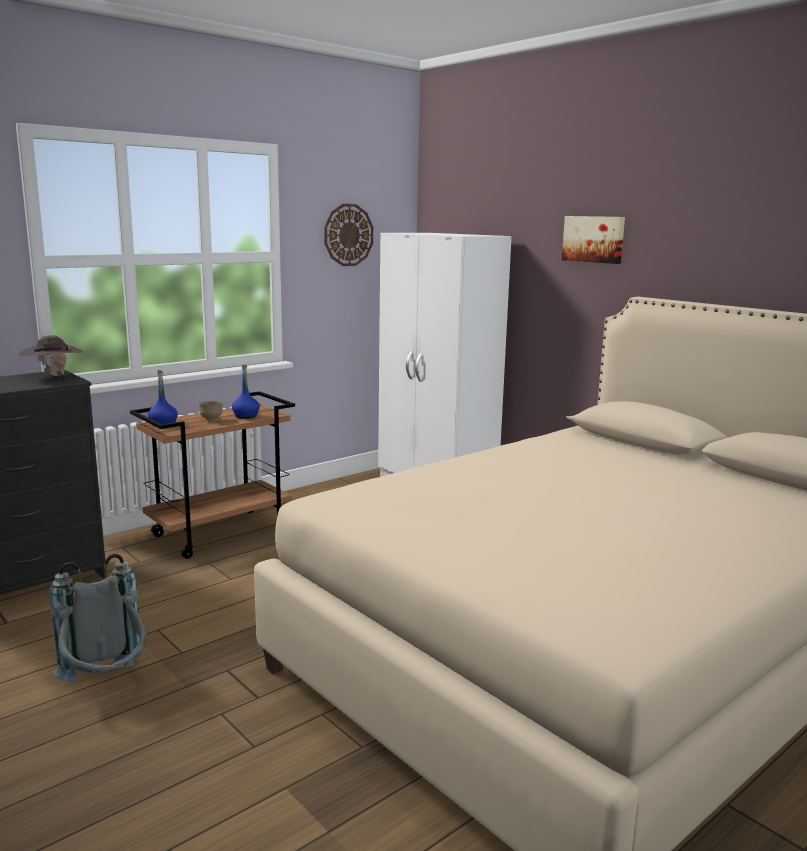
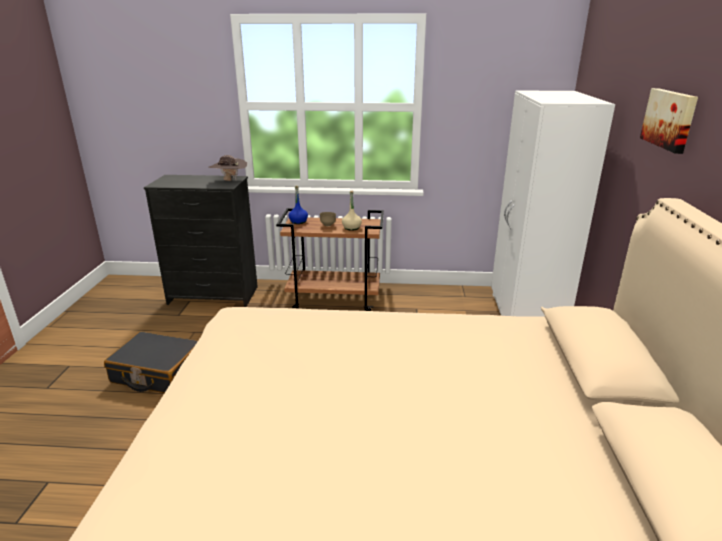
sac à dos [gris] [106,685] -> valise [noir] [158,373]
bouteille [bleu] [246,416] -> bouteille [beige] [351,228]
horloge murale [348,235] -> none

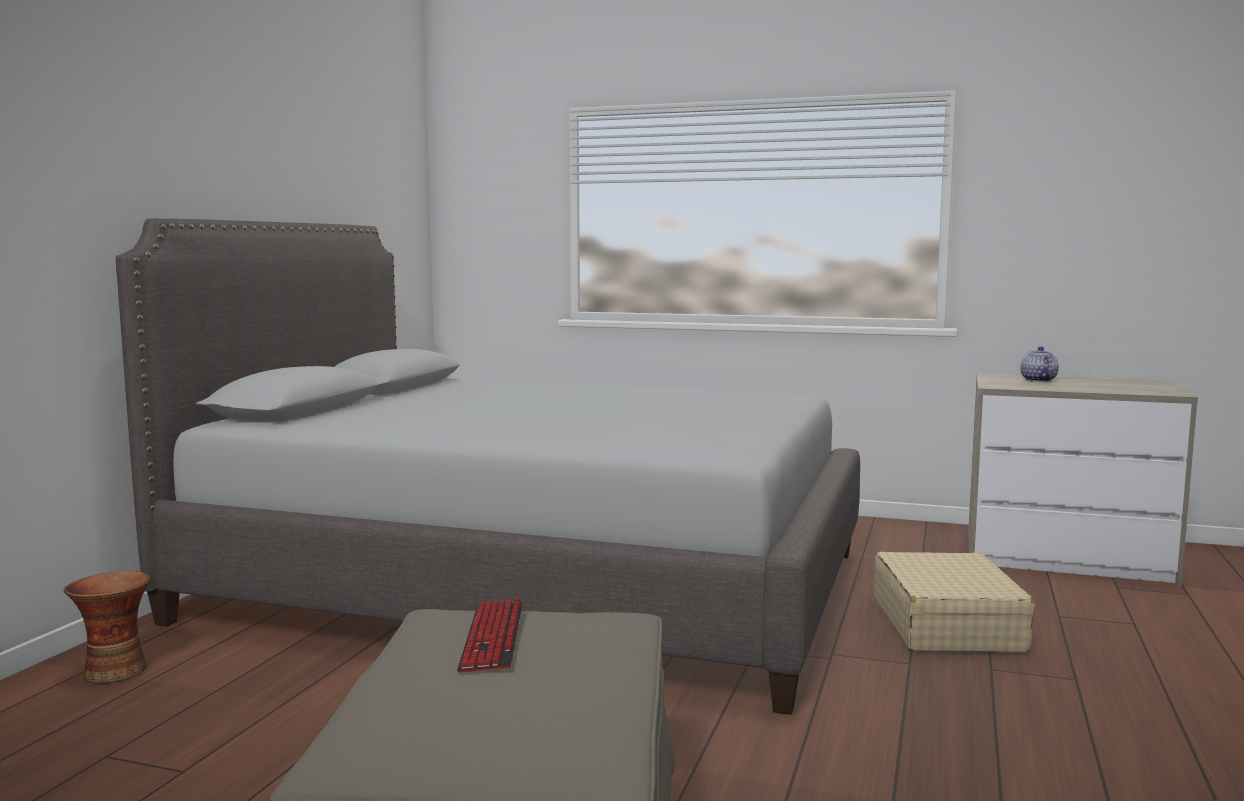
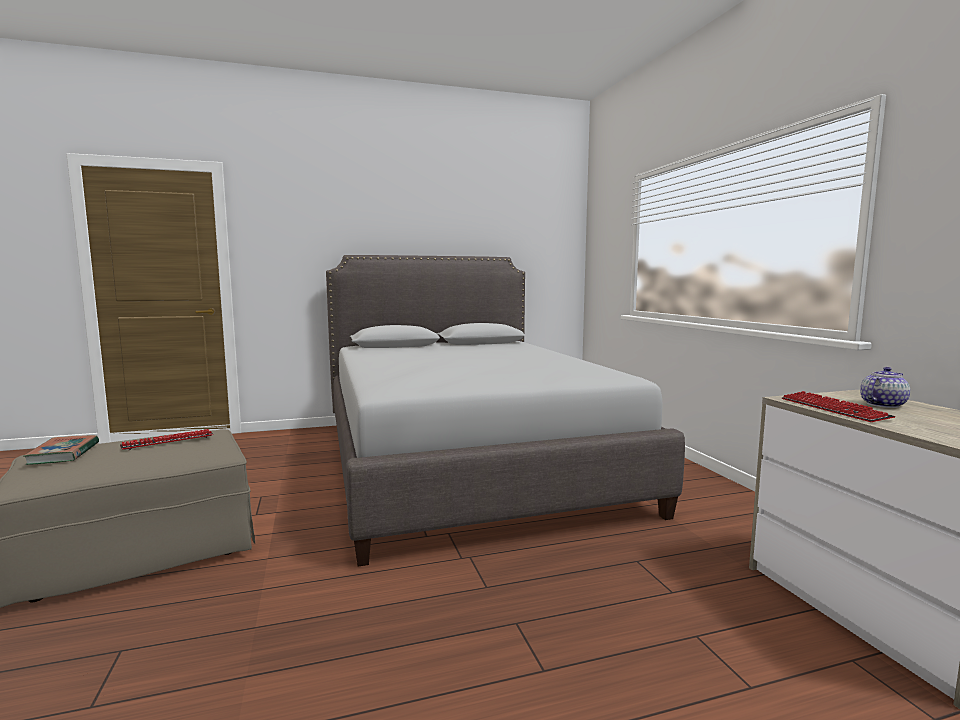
vase [114,671] -> none
valise [beige] [947,625] -> none
none -> livre [64,454]
none -> clavier [833,409]

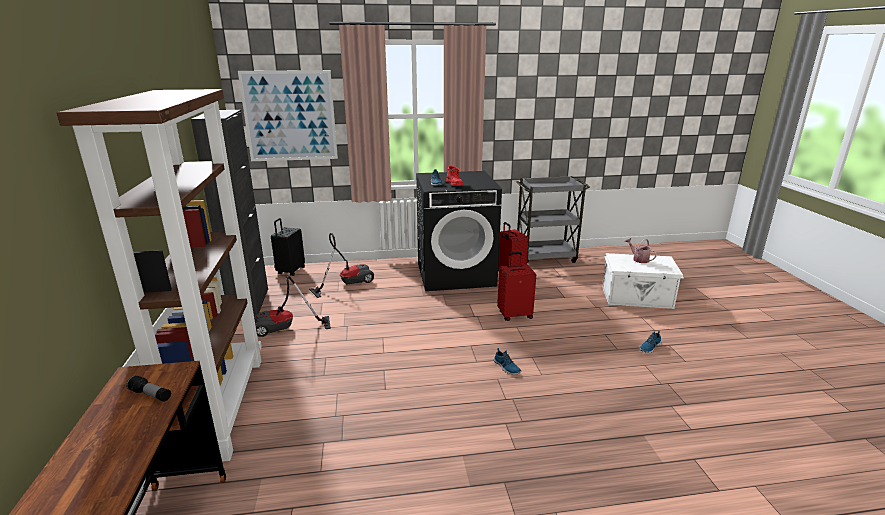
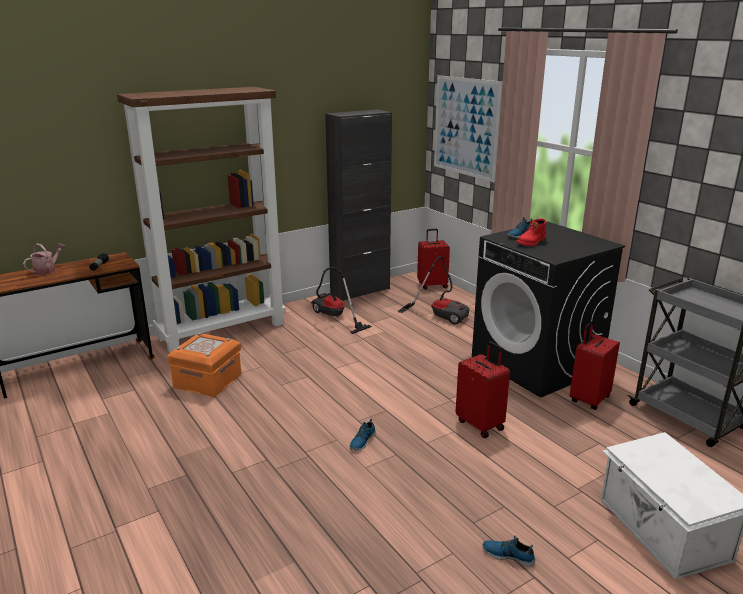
valise [noir] [290,271] -> valise [rouge] [432,285]
arrosoir [638,259] -> arrosoir [47,270], moved
none -> boîte de rangement [orange] [208,381]

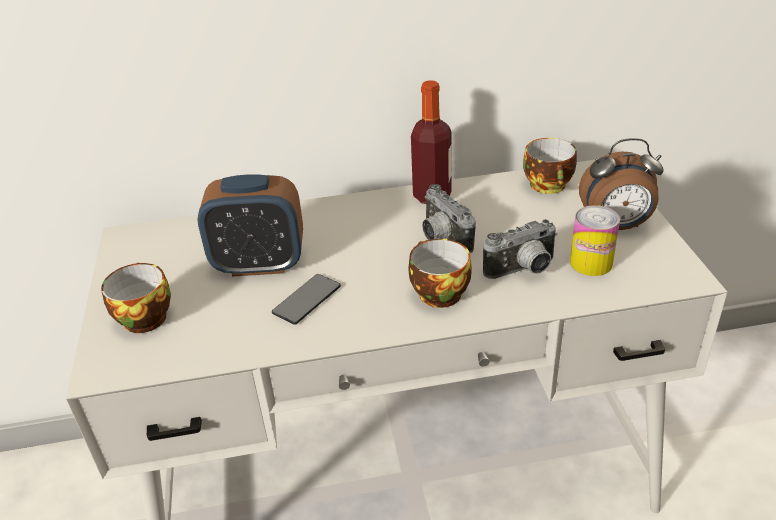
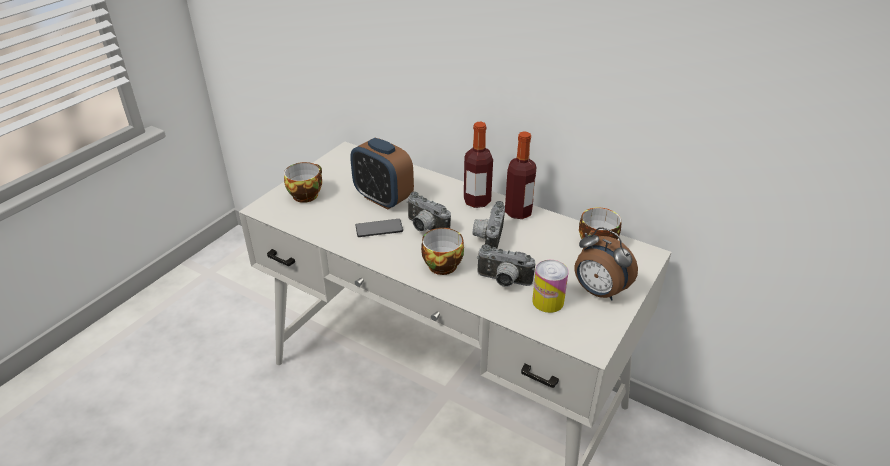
none -> appareil photo [424,228]
none -> bouteille [477,201]

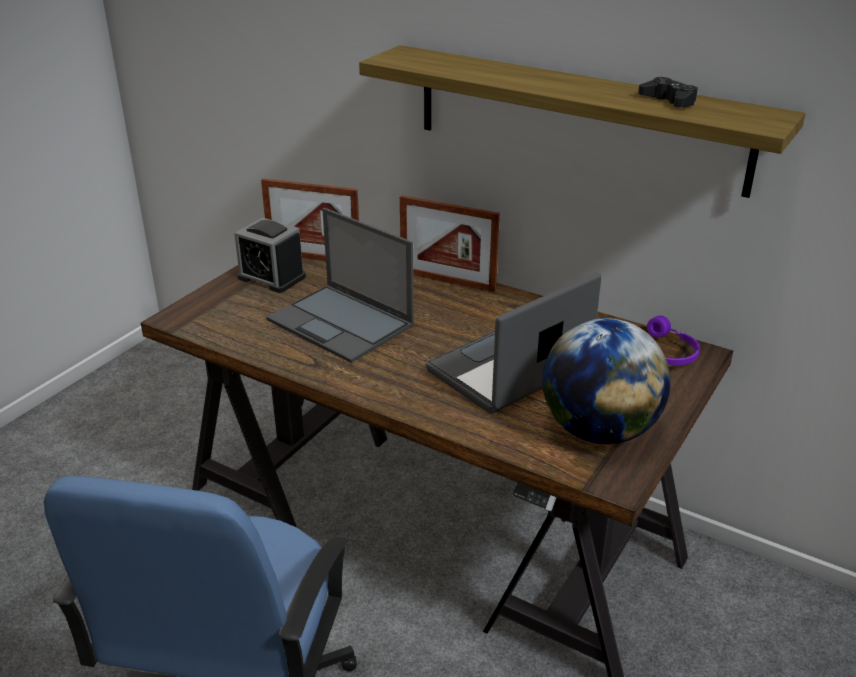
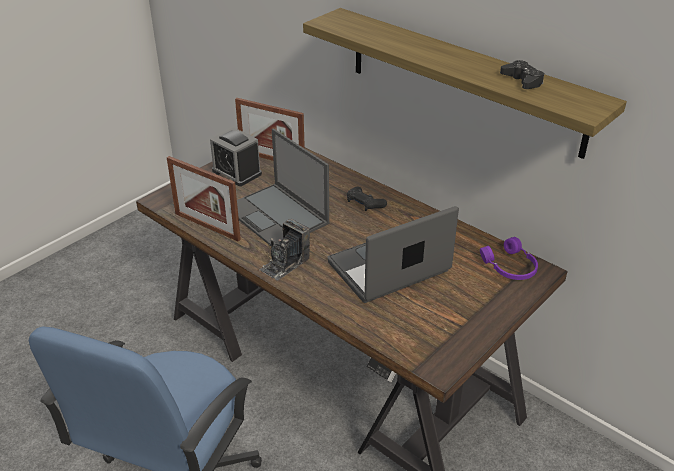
cadre photo [447,281] -> cadre photo [207,226], moved
globe [599,430] -> none
none -> appareil photo [285,264]
none -> manette [noir] [364,204]

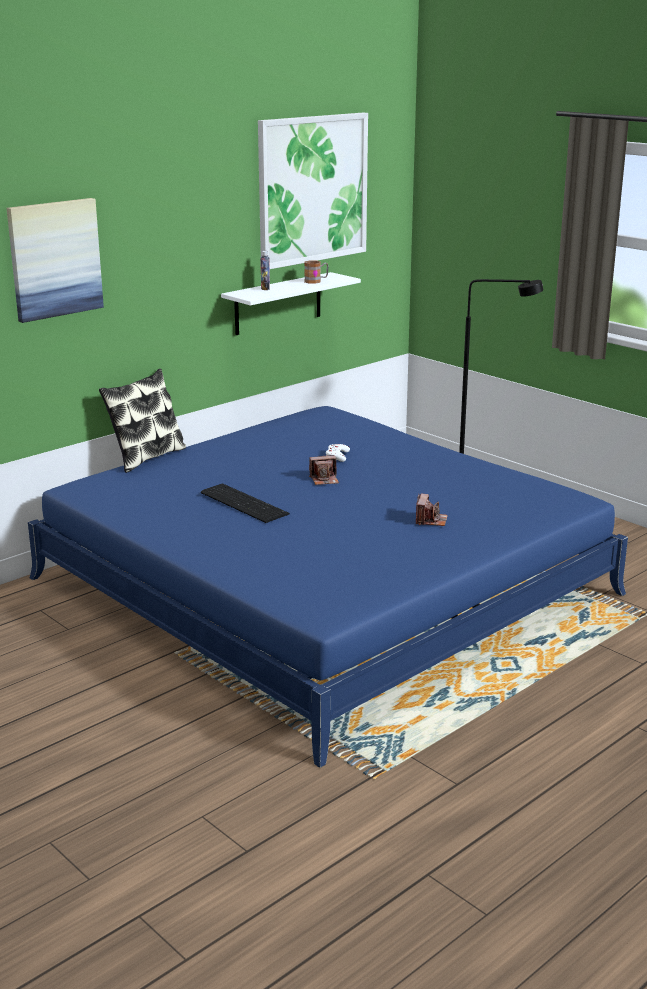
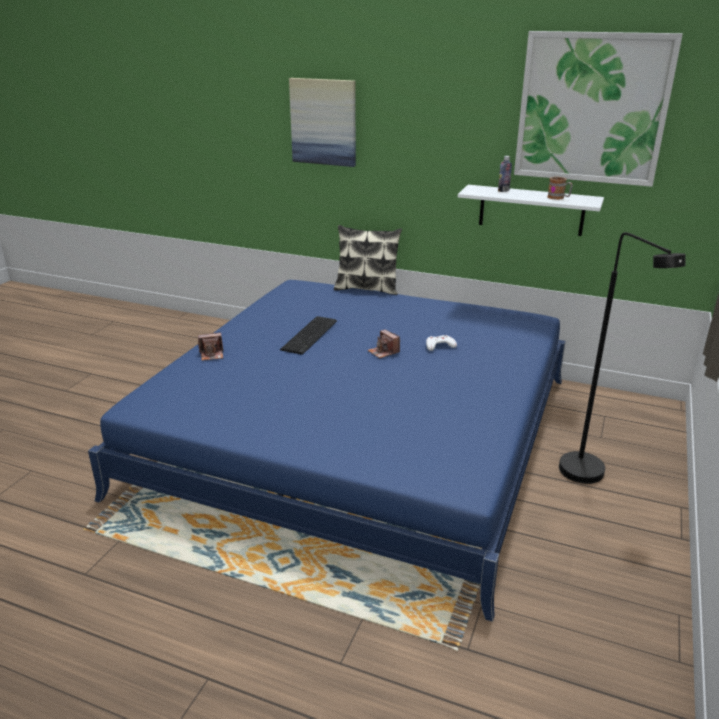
appareil photo [430,520] -> appareil photo [212,354], moved

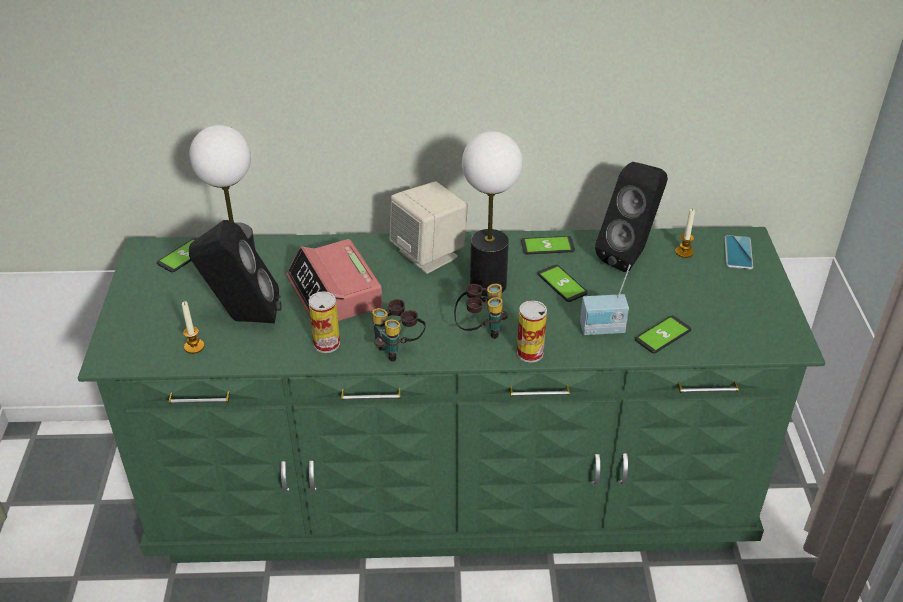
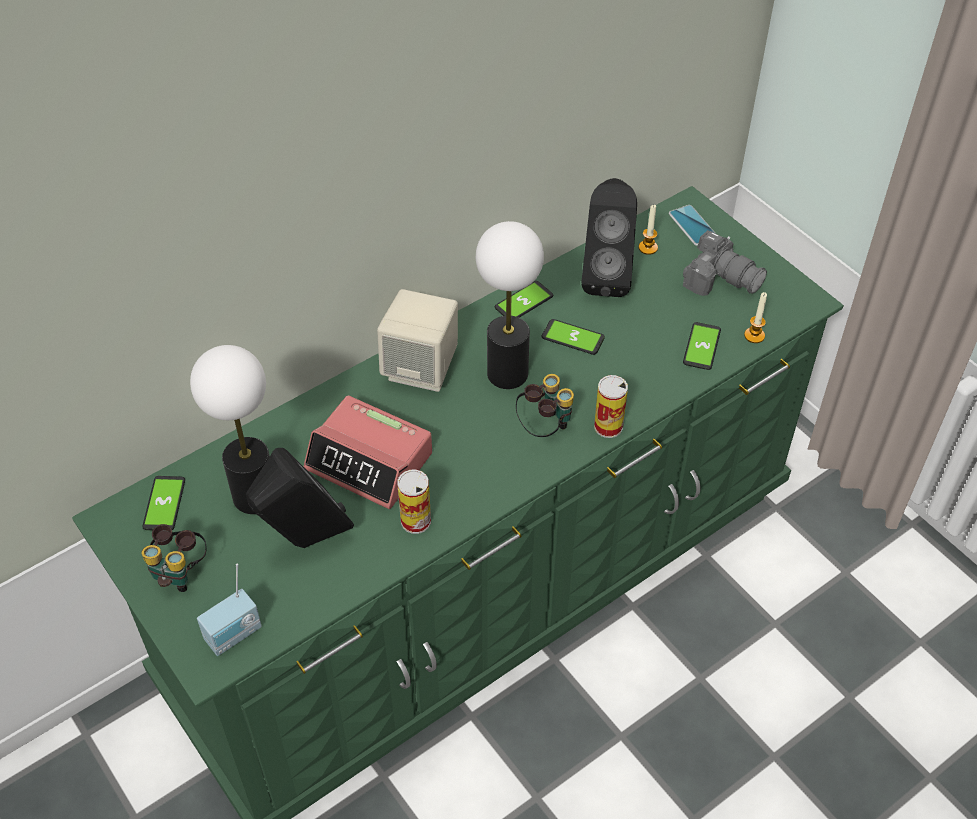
bougie [194,346] -> bougie [754,335], moved
jumelles [398,348] -> jumelles [180,572], moved
radio [602,330] -> radio [234,635], moved
none -> appareil photo [720,278]

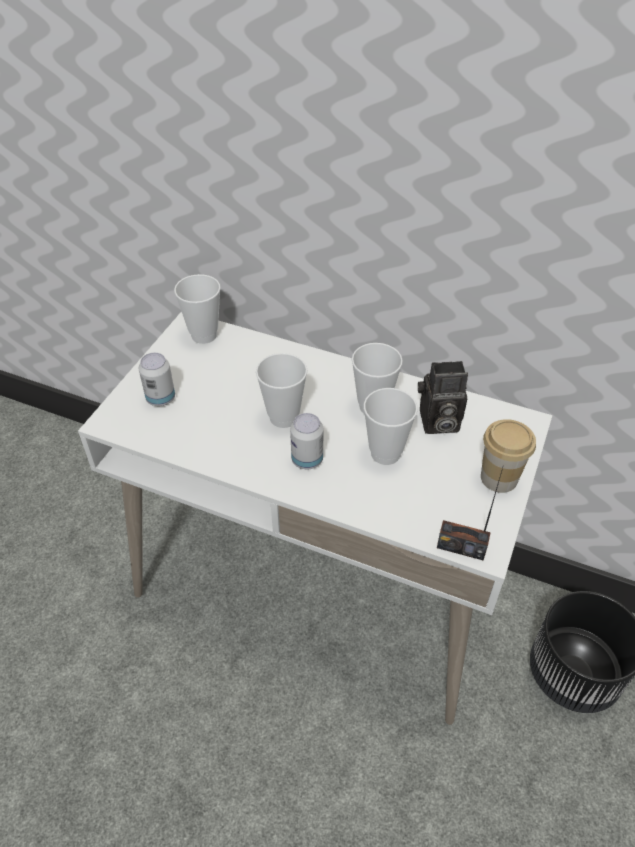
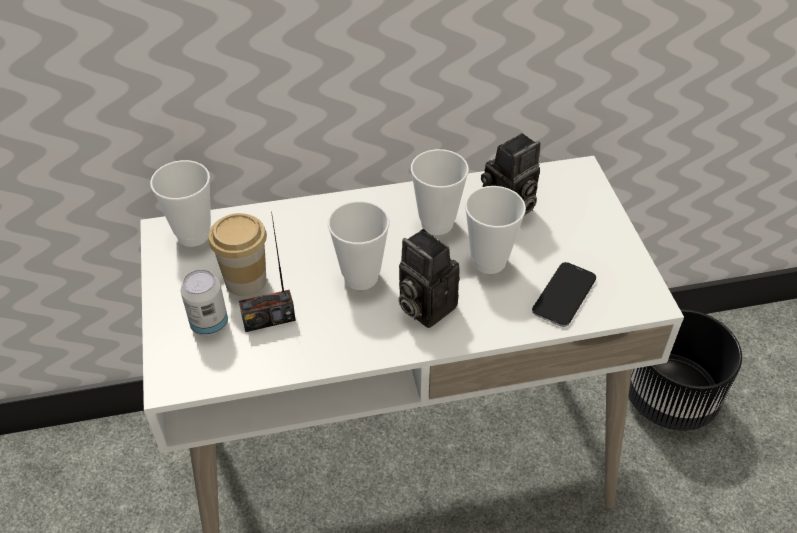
boîte métallique [307,460] -> appareil photo [423,306]
radio [461,547] -> radio [268,319], moved
tasse [499,478] -> tasse [246,280], moved
none -> téléphone [564,295]

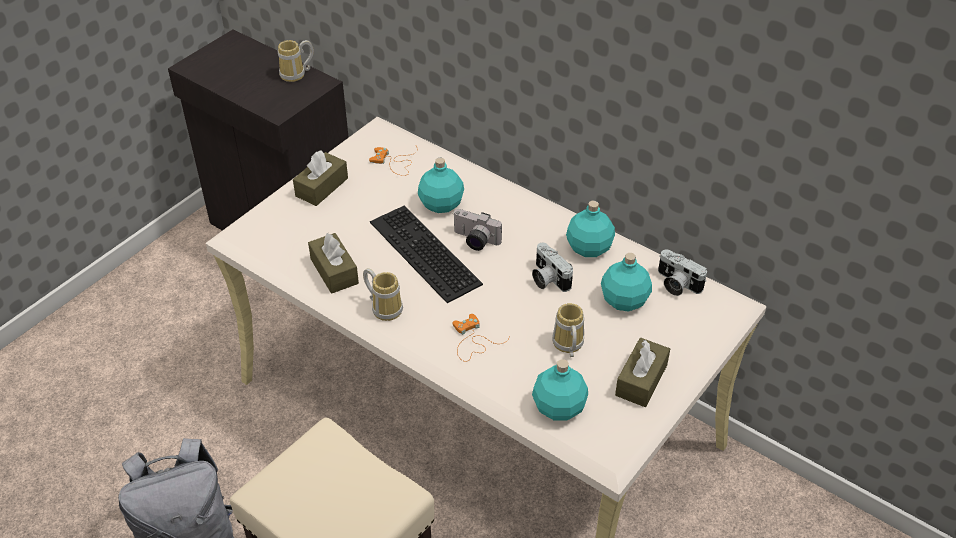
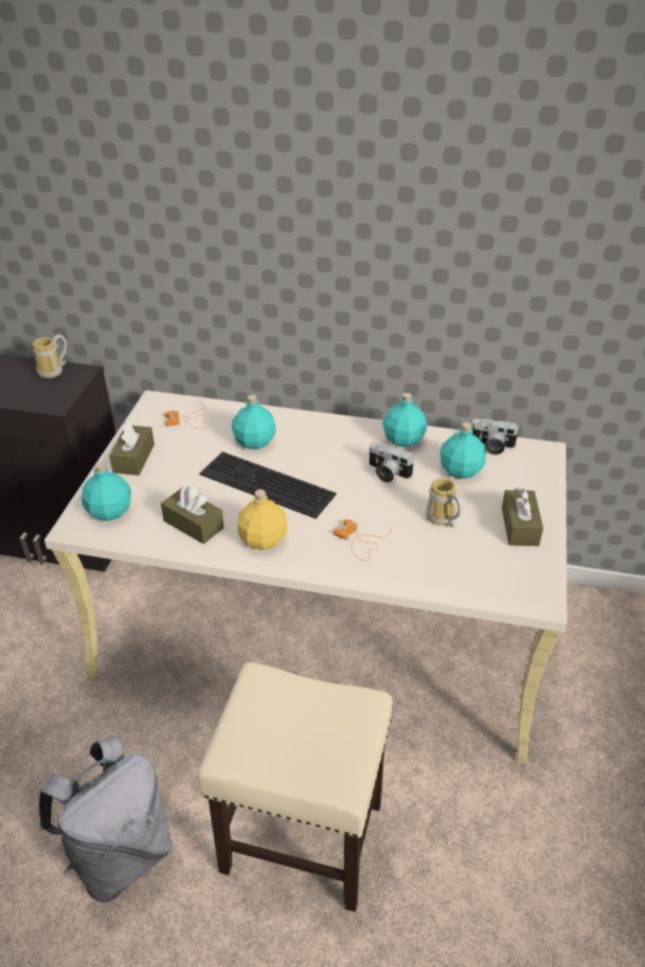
mug [385,307] -> bouteille [jaune] [262,539]
appareil photo [474,241] -> none
bouteille [turquoise] [559,407] -> bouteille [turquoise] [110,511], moved

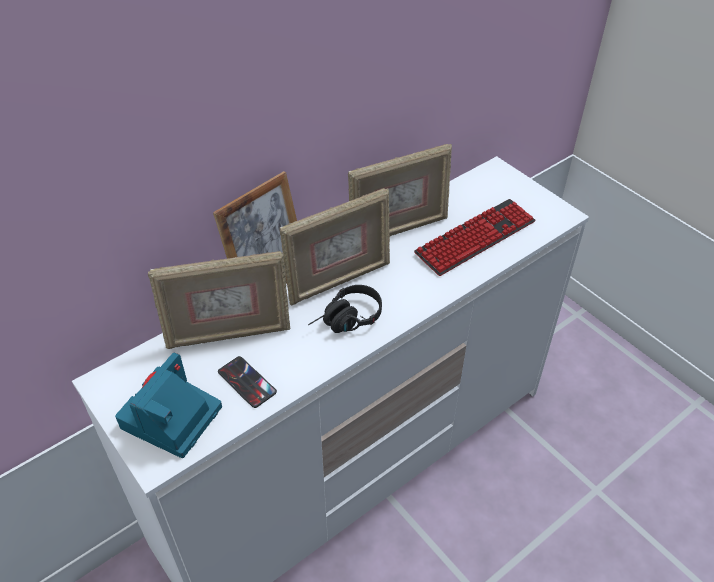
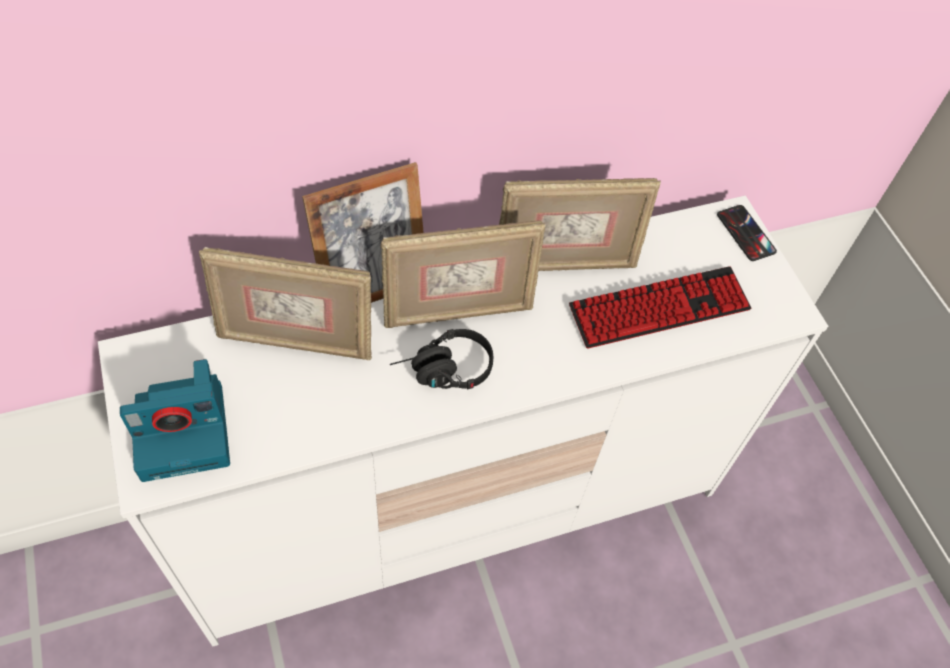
appareil photo [171,419] -> appareil photo [185,430], 150 degrees counterclockwise
téléphone [246,382] -> téléphone [745,233], moved

